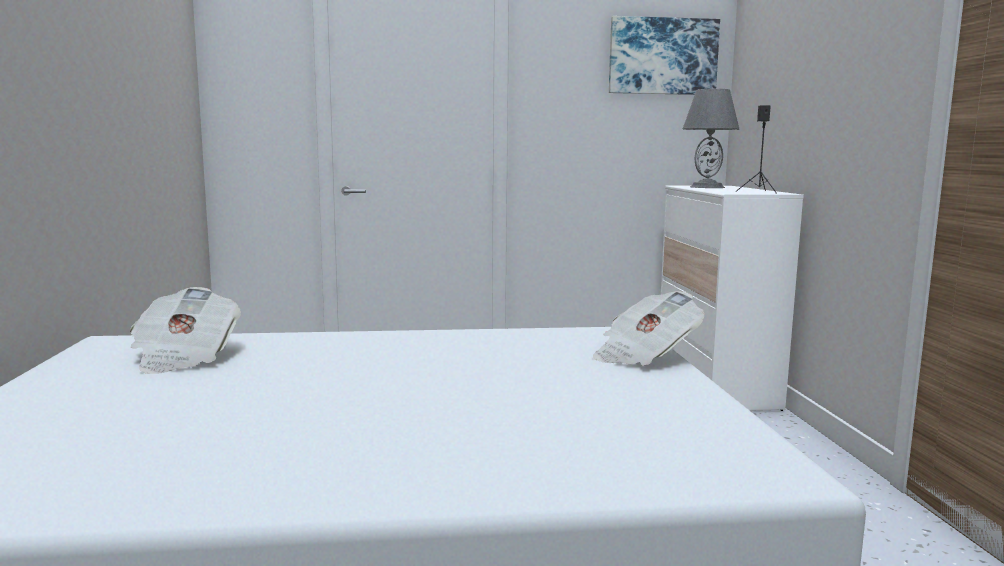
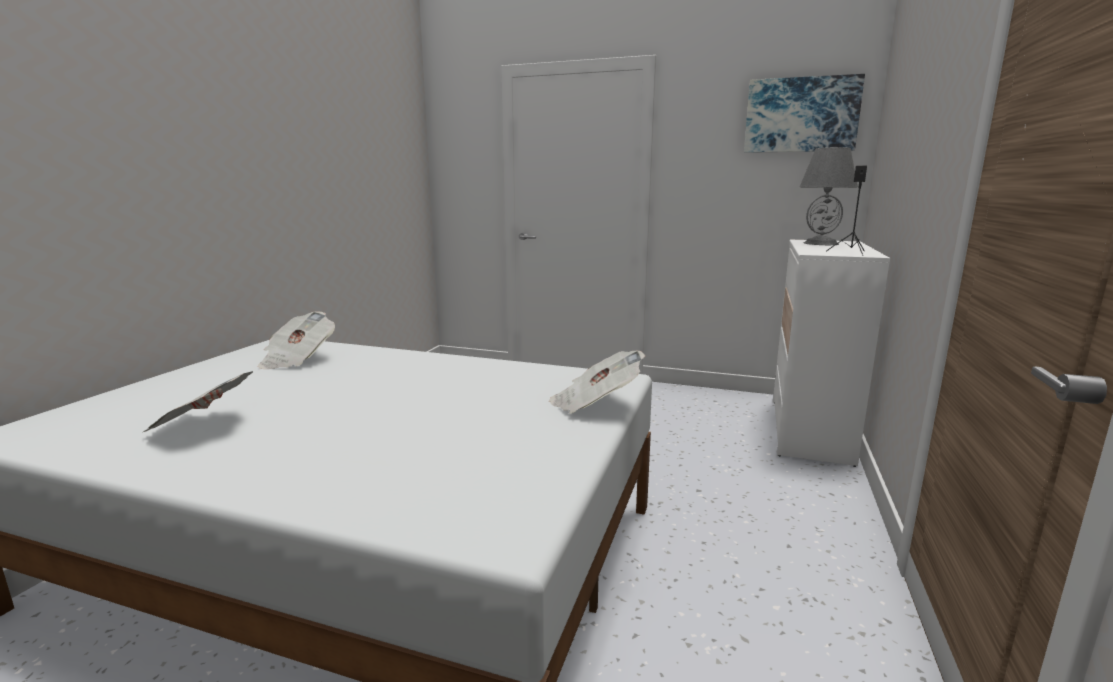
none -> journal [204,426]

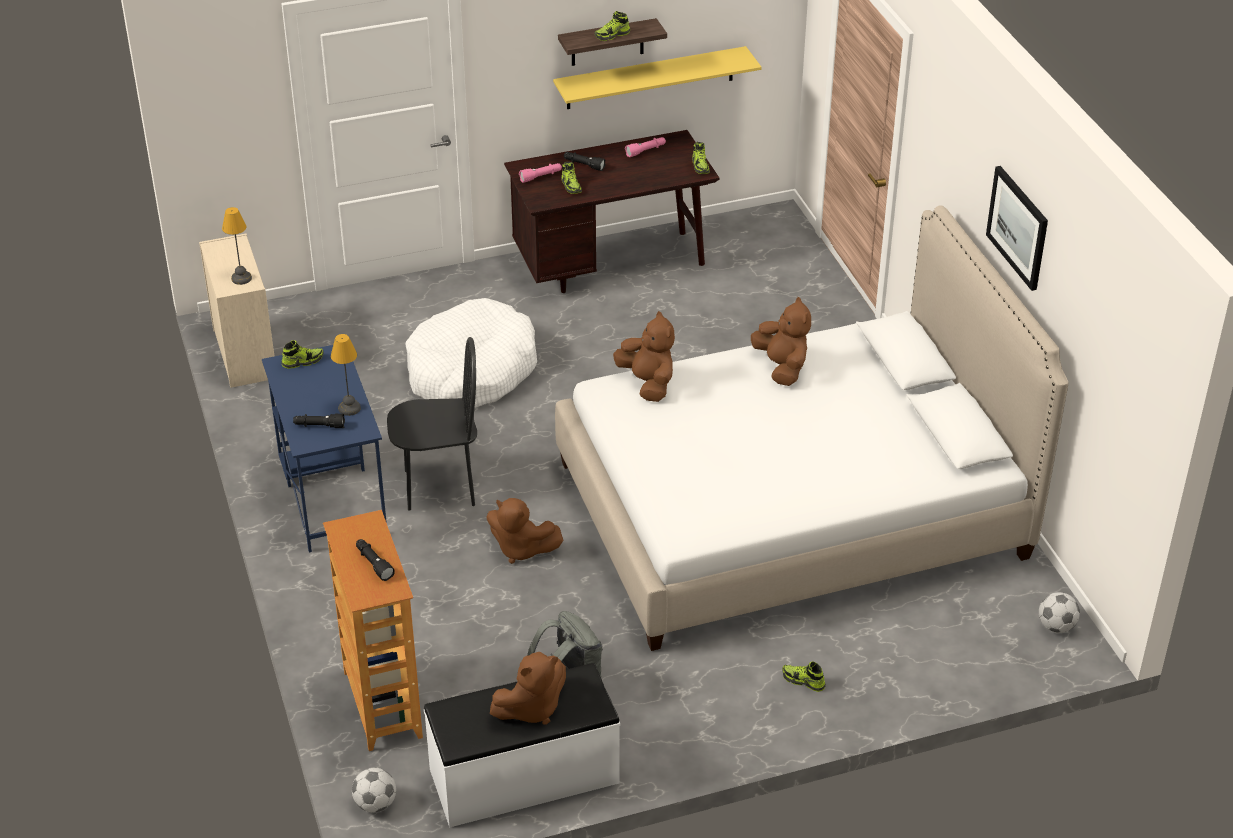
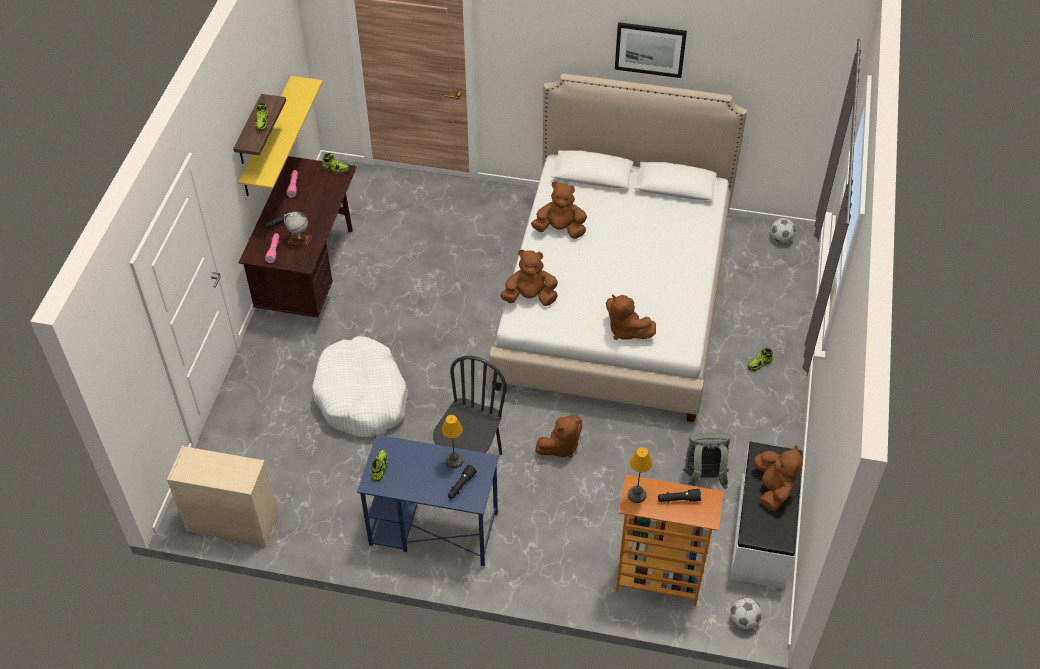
lampe de table [242,278] -> lampe de table [637,494], moved
chaussure [571,186] -> globe [299,240]
none -> peluche [marron] [626,330]

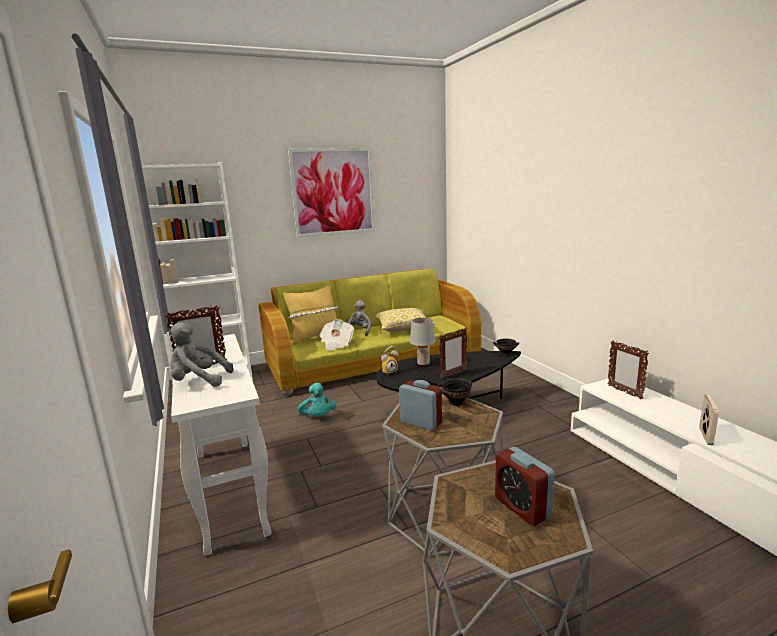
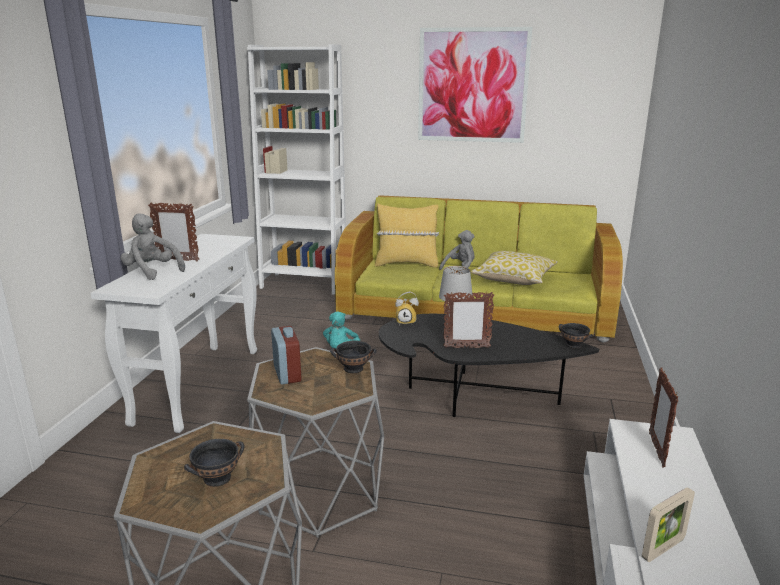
journal [337,344] -> none
réveil [522,507] -> bol [noir] [218,478]

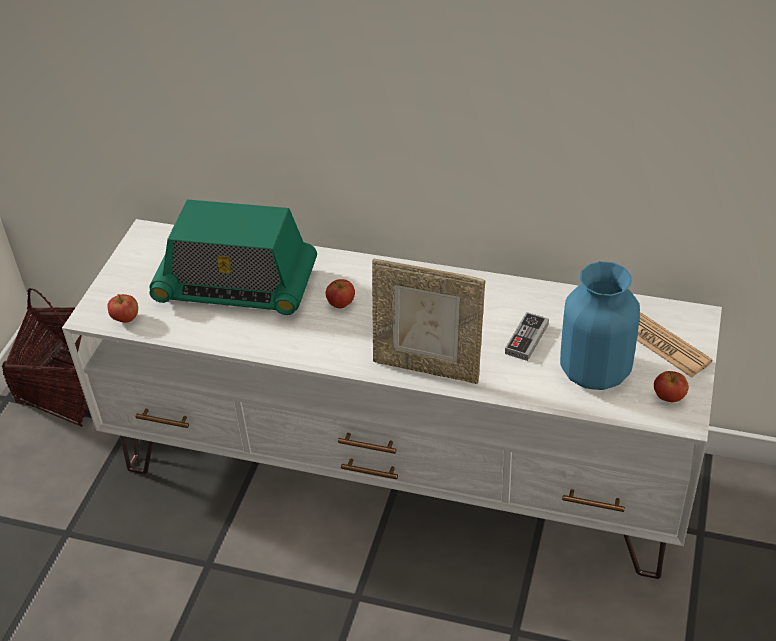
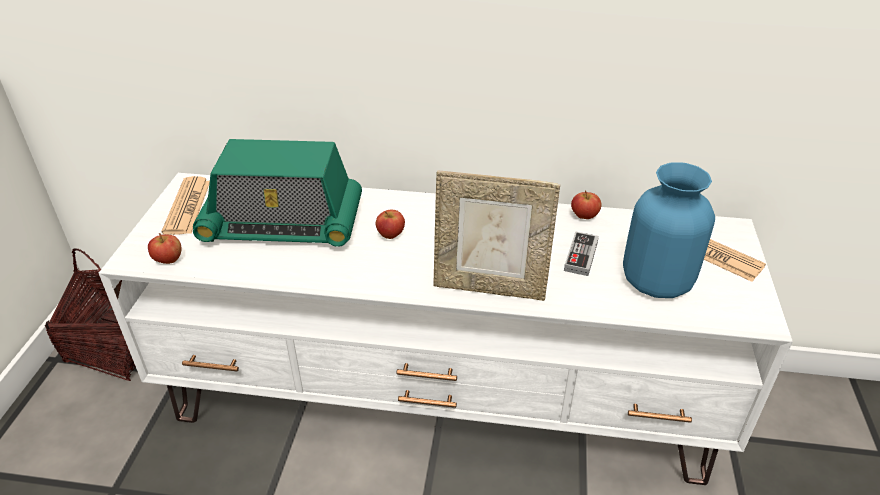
pomme [669,397] -> pomme [584,216], moved
none -> journal [187,206]

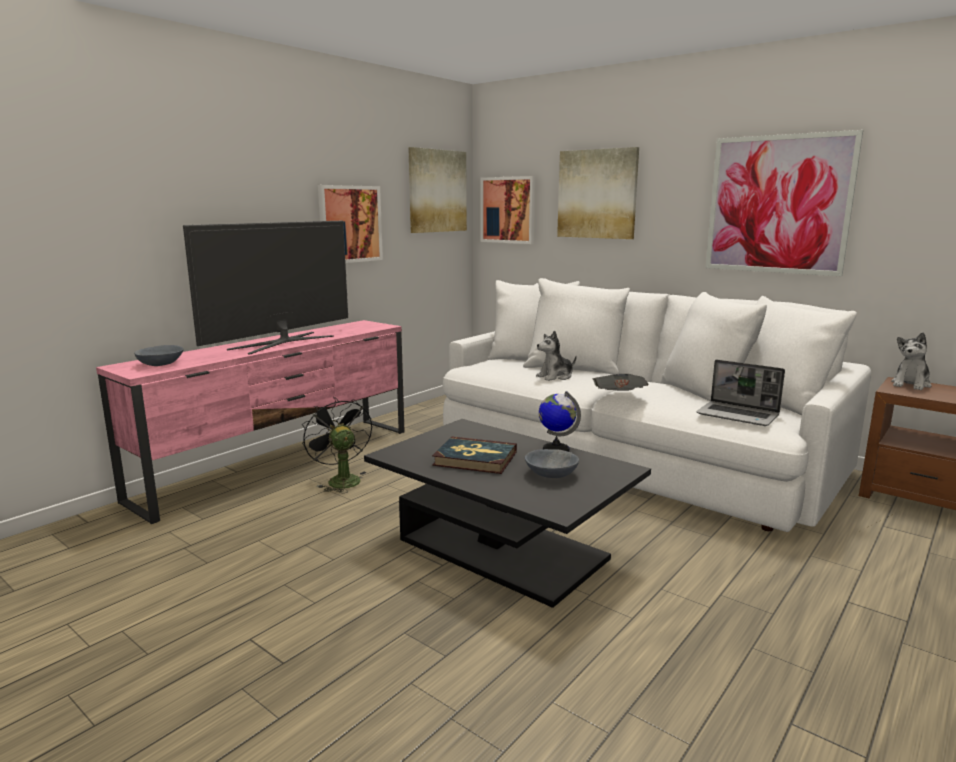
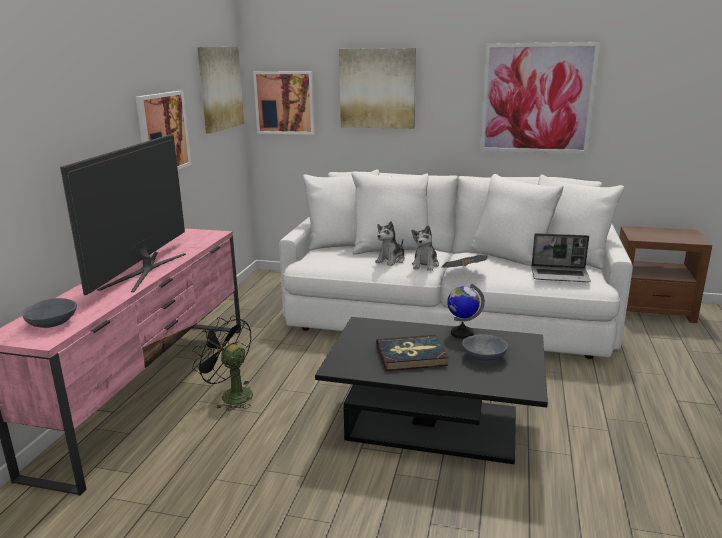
peluche [910,384] -> peluche [425,265], moved

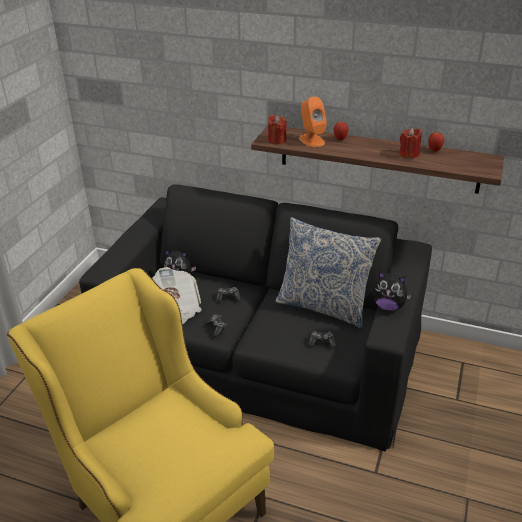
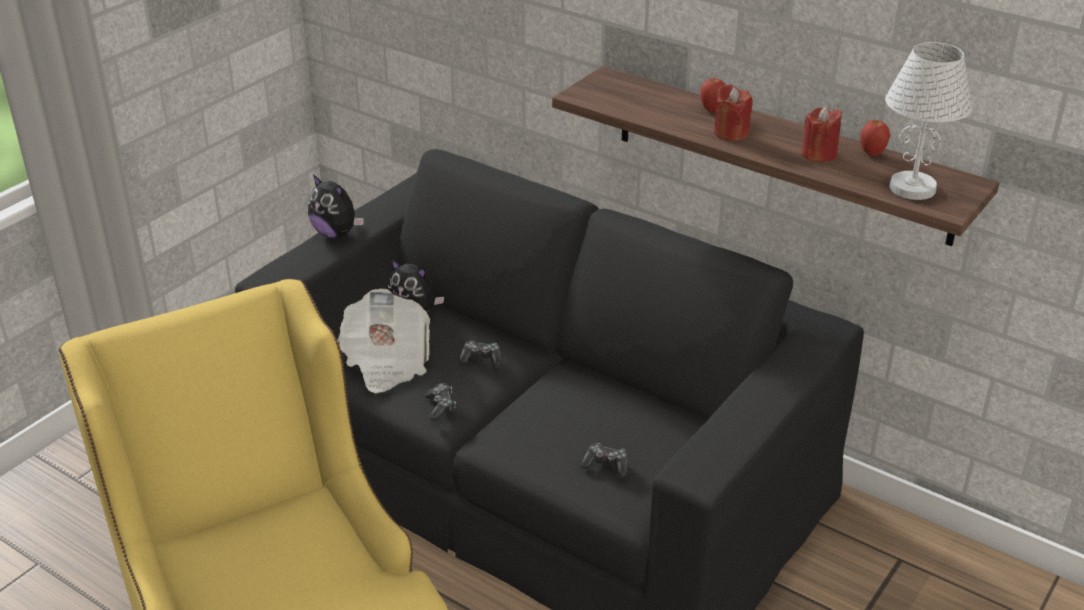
bougie [rouge] [277,140] -> bougie [rouge] [730,133], moved
coussin [324,306] -> none
enceinte [orange] [311,140] -> none
peluche [388,306] -> peluche [336,233], moved
none -> lampe de table [blanc] [913,188]

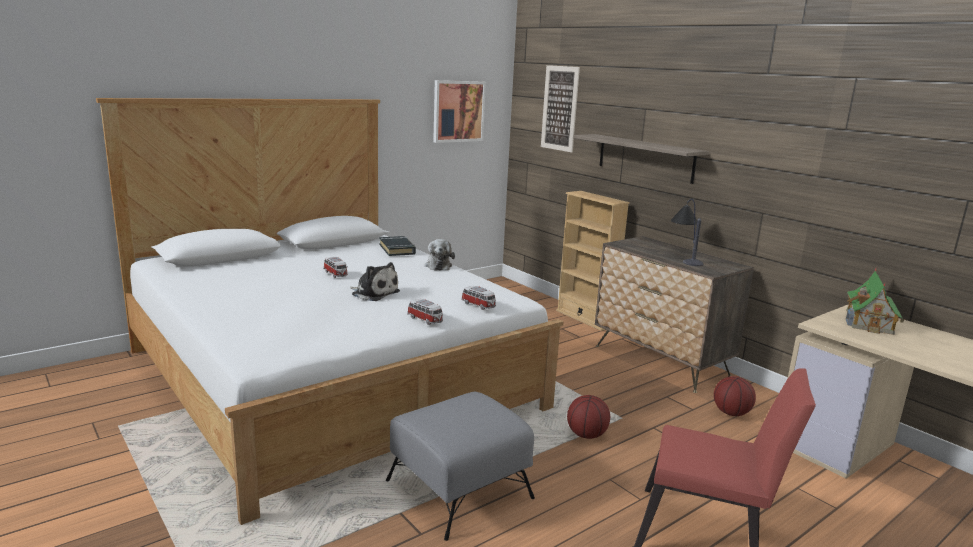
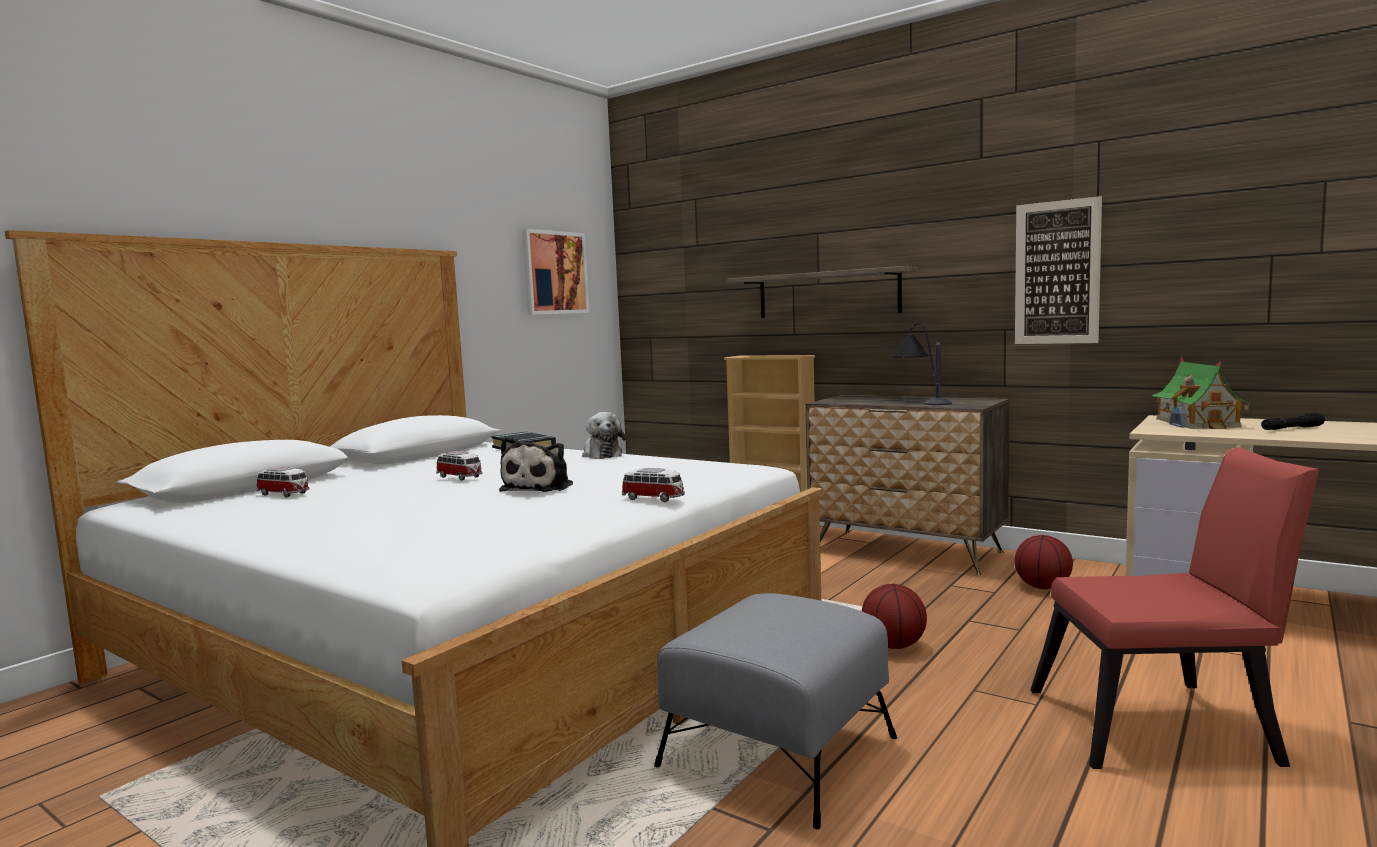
peluche [373,293] -> peluche [540,487], 90 degrees clockwise
petite voiture [479,305] -> petite voiture [284,494], moved
tableau [559,108] -> tableau [1057,273], moved
none -> lampe de poche [noir] [1292,429]

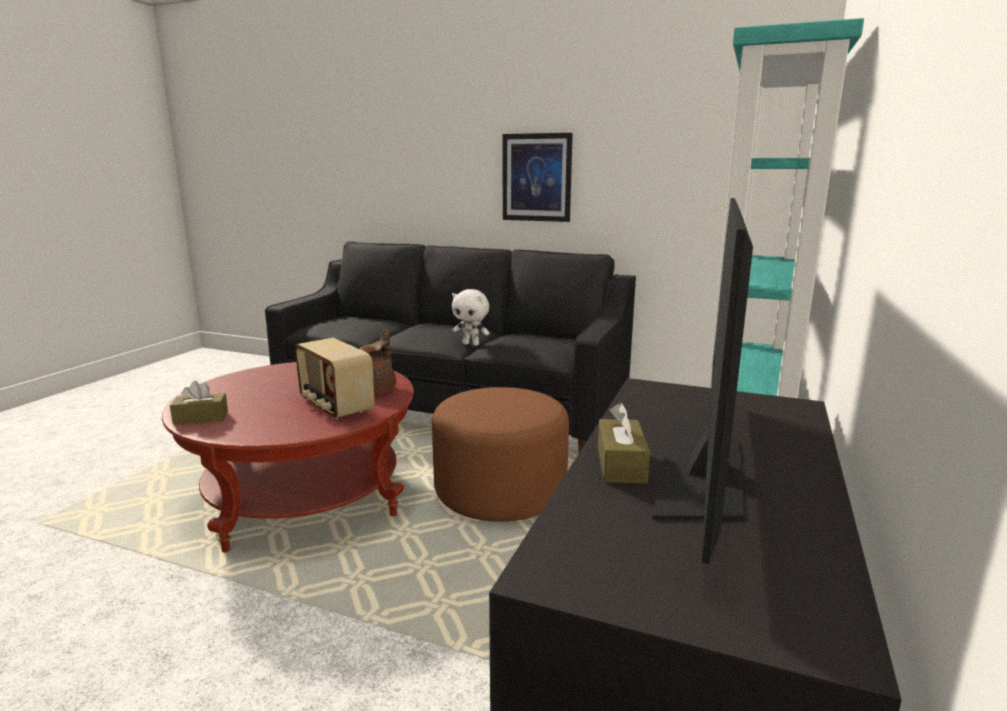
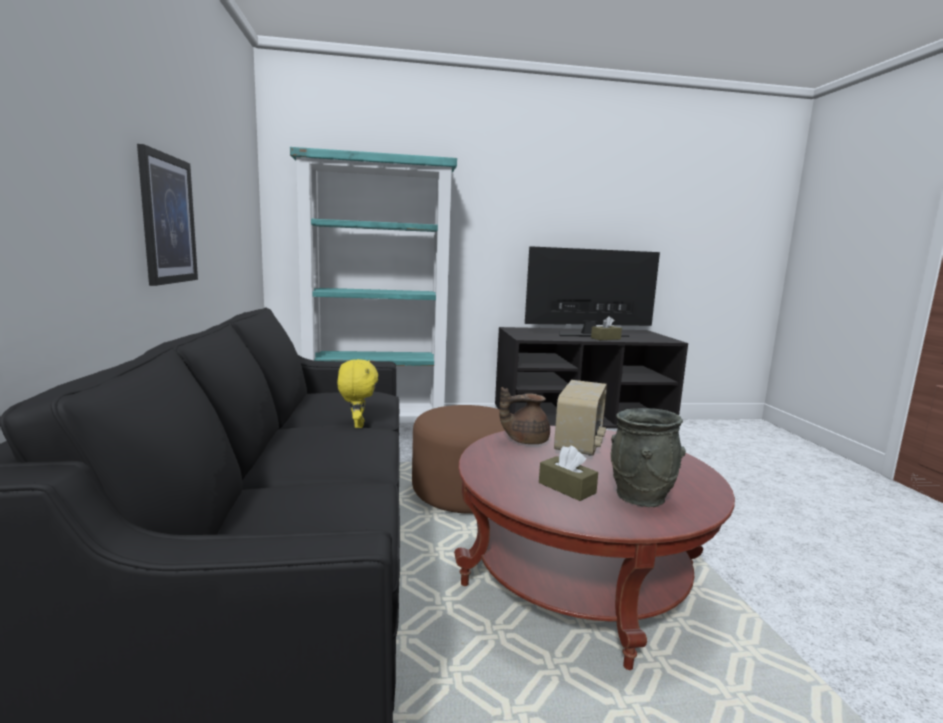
boîte à mouchoirs [marron] [201,418] -> boîte à mouchoirs [marron] [566,488], moved
peluche [blanc] [471,344] -> peluche [jaune] [357,426]
none -> vase [gris] [641,497]

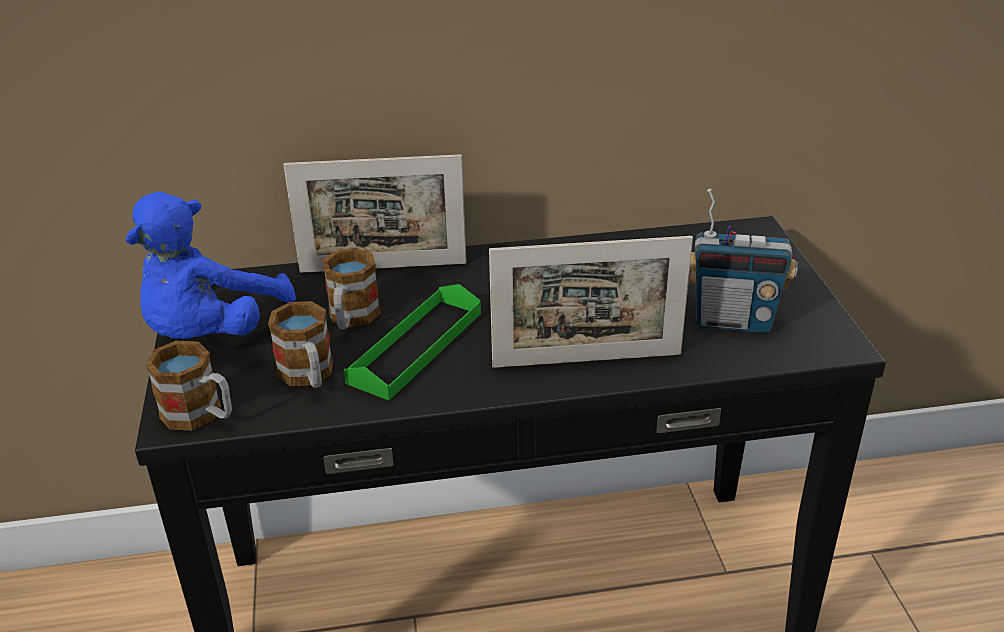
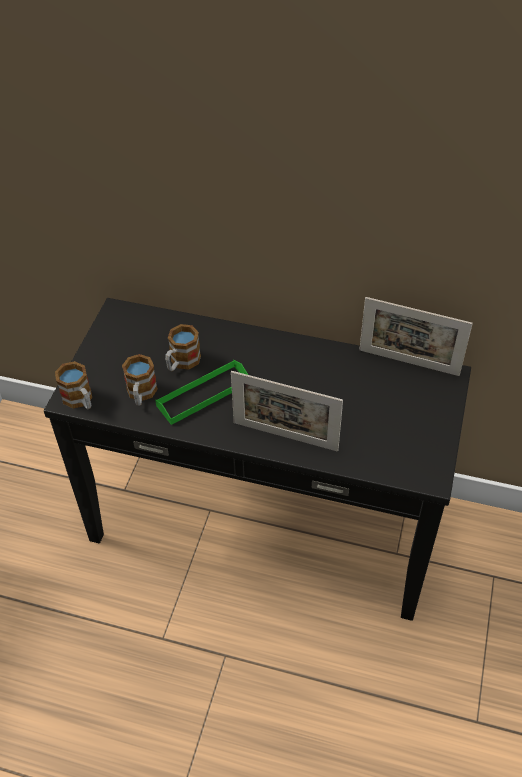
peluche [bleu] [212,333] -> none
cadre photo [383,267] -> cadre photo [408,362], moved
radio [733,320] -> none

